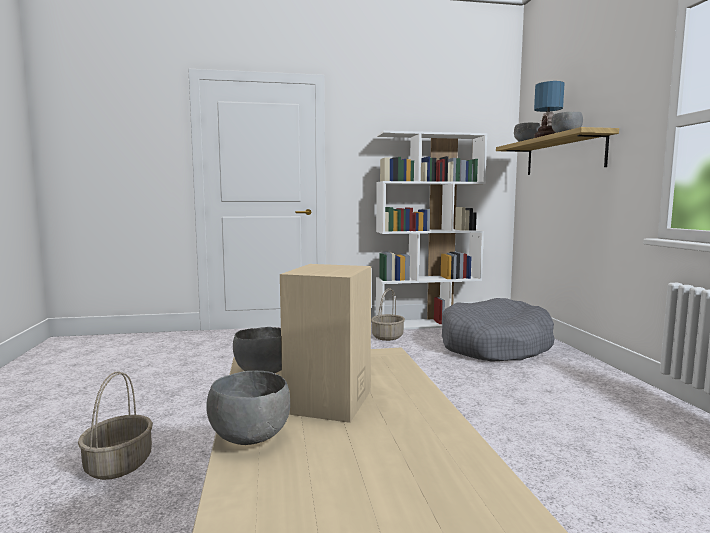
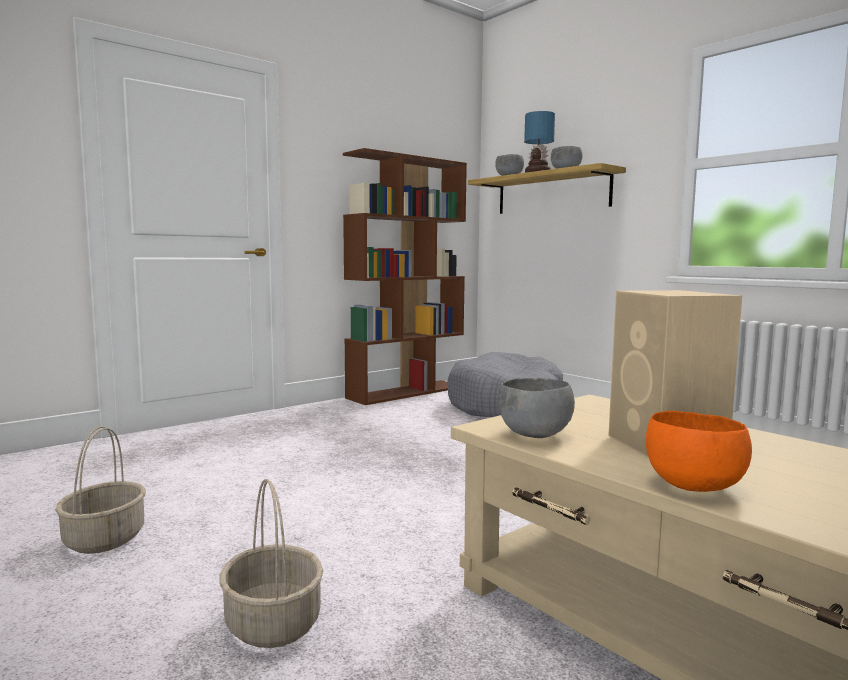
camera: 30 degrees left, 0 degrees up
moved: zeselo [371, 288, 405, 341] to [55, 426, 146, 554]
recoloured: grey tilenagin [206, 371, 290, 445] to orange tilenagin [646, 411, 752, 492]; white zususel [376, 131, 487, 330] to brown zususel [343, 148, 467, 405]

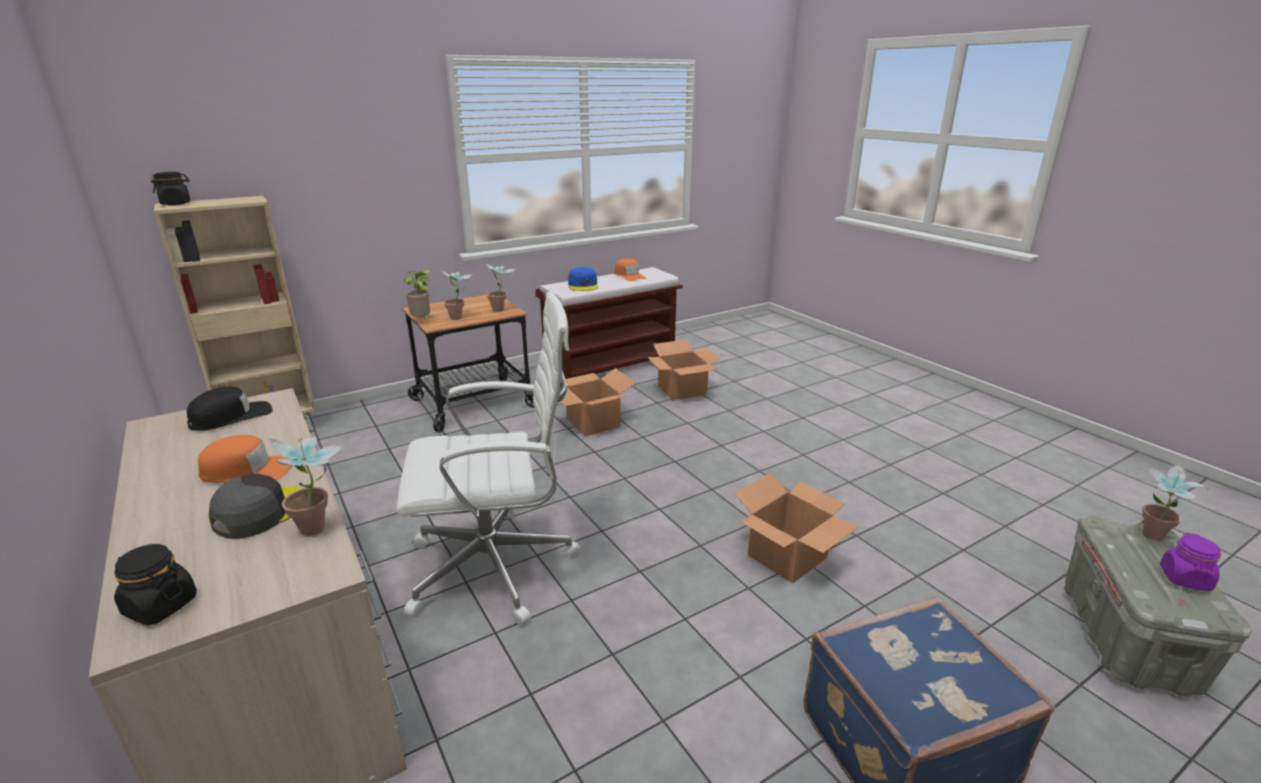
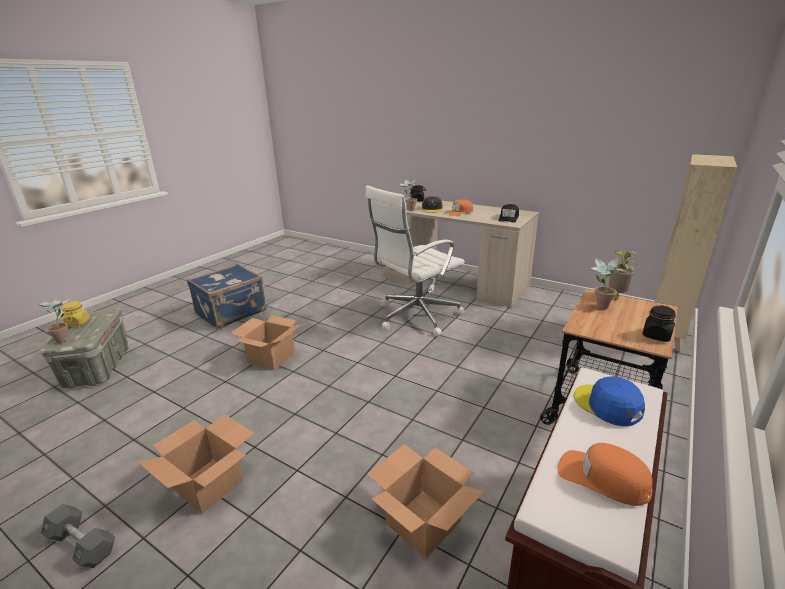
camera: 155 degrees right, 0 degrees up
removed: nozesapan [485, 263, 516, 312]
added: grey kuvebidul [41, 504, 115, 568]
moved: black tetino [150, 172, 190, 205] to [642, 305, 676, 342]; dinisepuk [560, 368, 636, 436] to [138, 414, 254, 514]
recoloured: purple tetino [1160, 533, 1221, 591] to yellow tetino [62, 301, 90, 326]

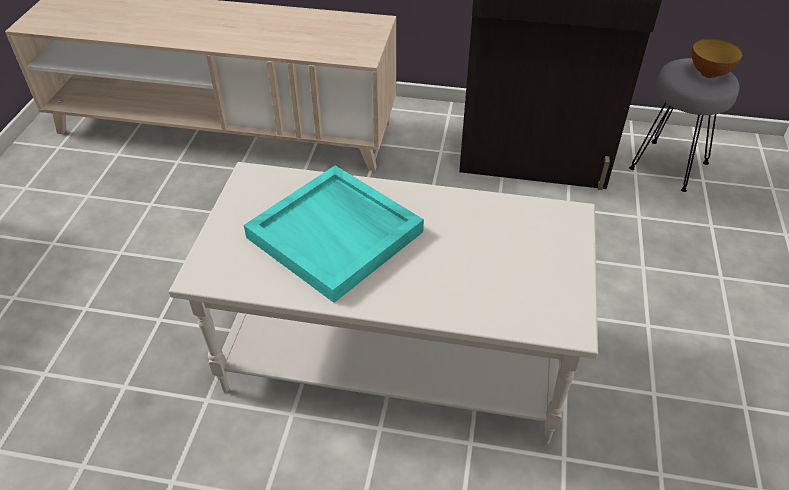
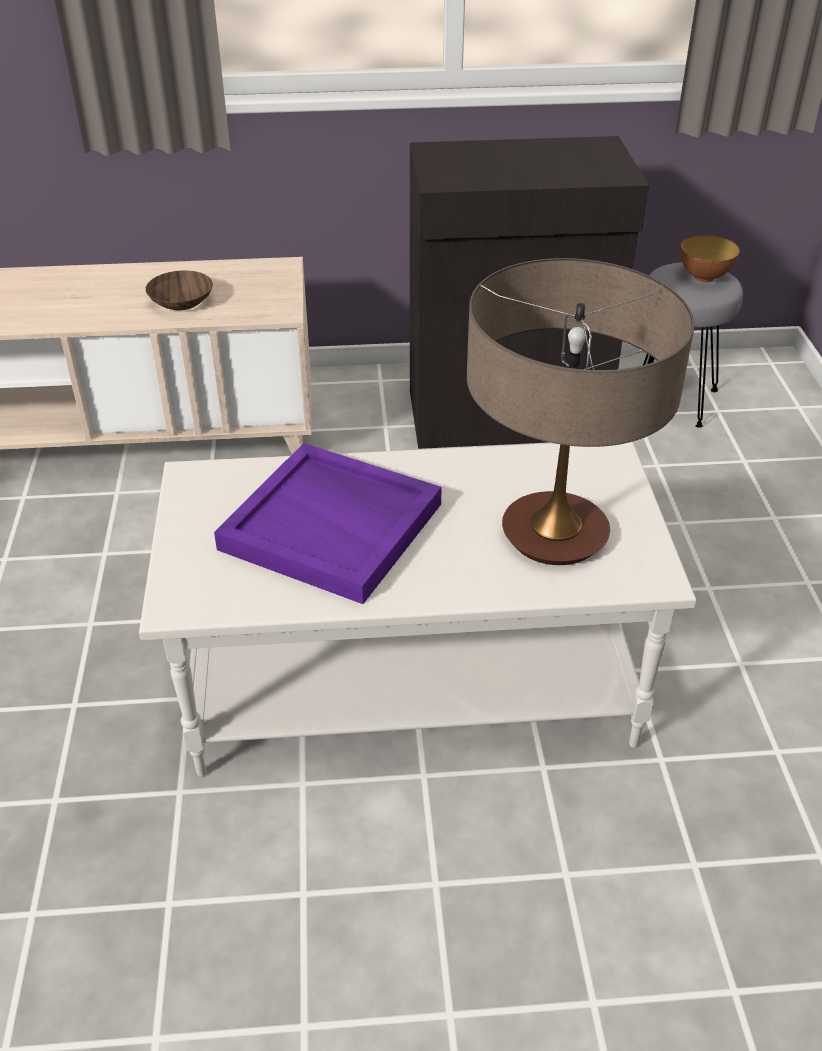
camera: 15 degrees left, 5 degrees down
added: brown tilenagin [146, 271, 213, 310]; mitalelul [467, 258, 694, 565]
recoloured: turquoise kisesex [244, 165, 424, 303] to purple kisesex [214, 443, 442, 604]

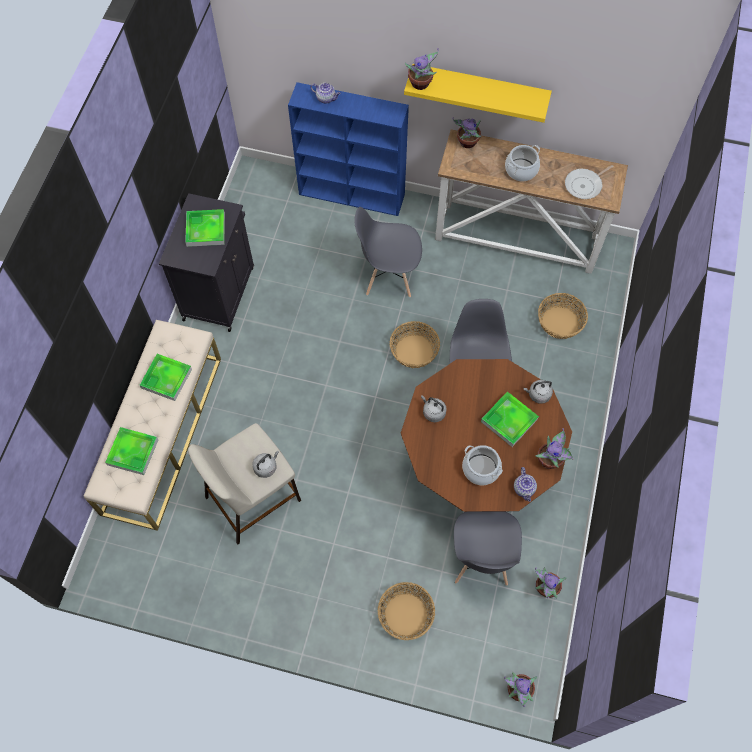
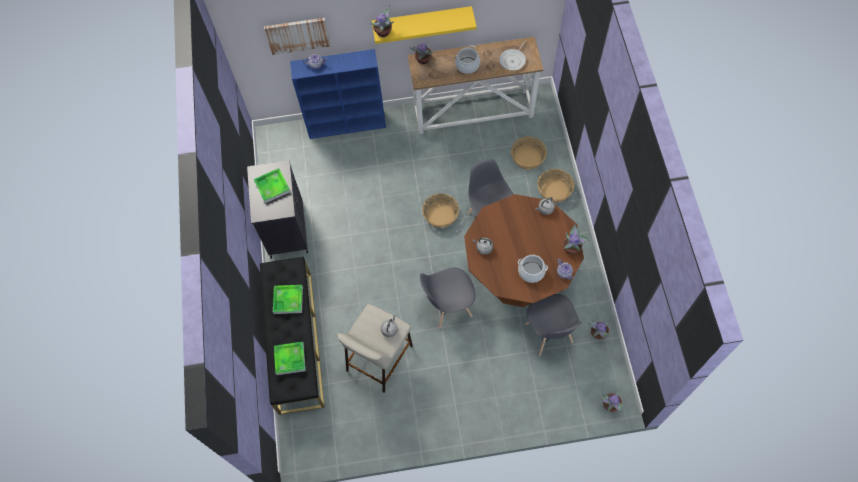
camera: 20 degrees left, 0 degrees up
removed: kisesex [481, 392, 539, 447]
added: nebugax [264, 18, 331, 55]
moved: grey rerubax [354, 207, 422, 297] to [420, 268, 476, 329]; zeselo [378, 582, 435, 640] to [538, 169, 574, 203]
recoloured: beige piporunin [84, 320, 221, 531] to black piporunin [260, 257, 325, 415]

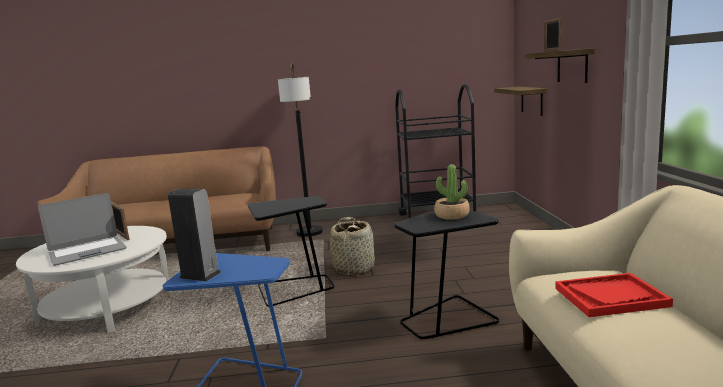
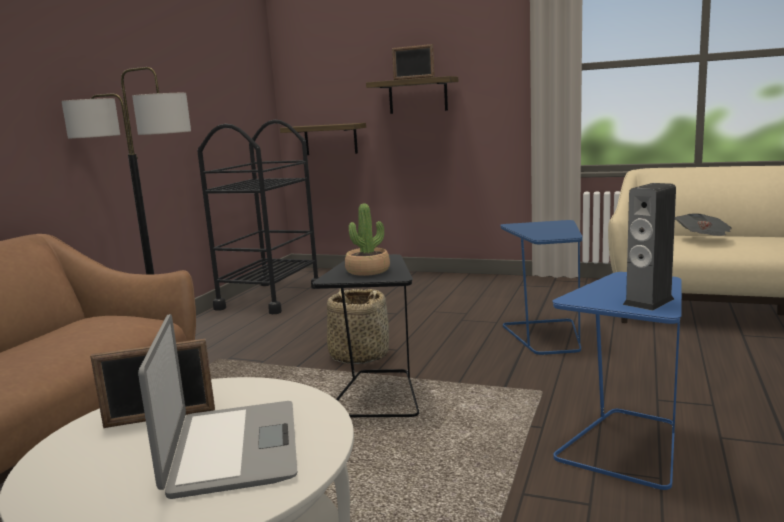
camera: 65 degrees left, 0 degrees up
moved: nozesapan [434, 164, 470, 220] to [345, 203, 390, 276]
replaced: red kisesex [555, 273, 673, 317] to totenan [675, 214, 732, 236]
recoloured: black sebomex [394, 210, 499, 339] to blue sebomex [500, 220, 583, 355]

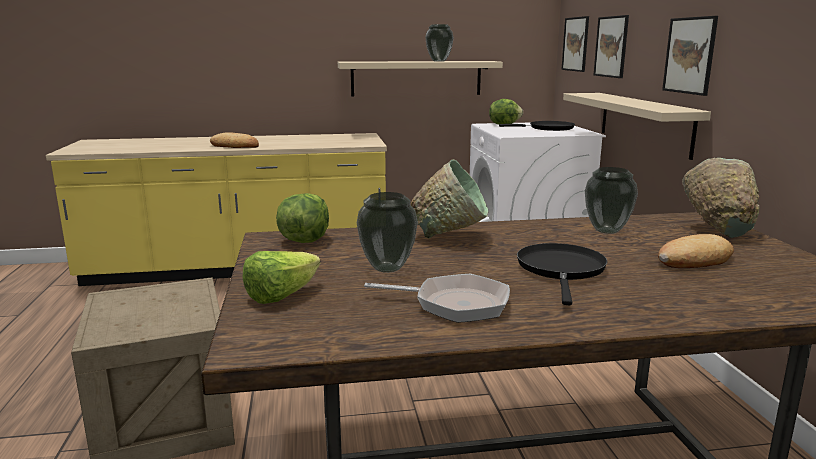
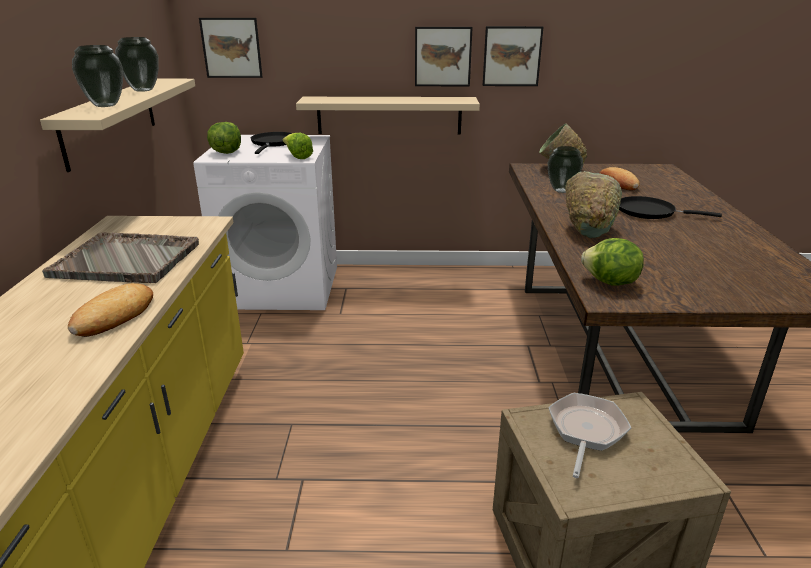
camera: 80 degrees left, 10 degrees up
added: grey kisesex [42, 232, 199, 283]
moved: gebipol [243, 251, 321, 304] to [283, 133, 313, 159]; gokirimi [357, 192, 418, 273] to [72, 45, 123, 107]; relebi [364, 274, 510, 323] to [548, 393, 631, 478]; nebugax [594, 15, 629, 78] to [483, 26, 544, 86]

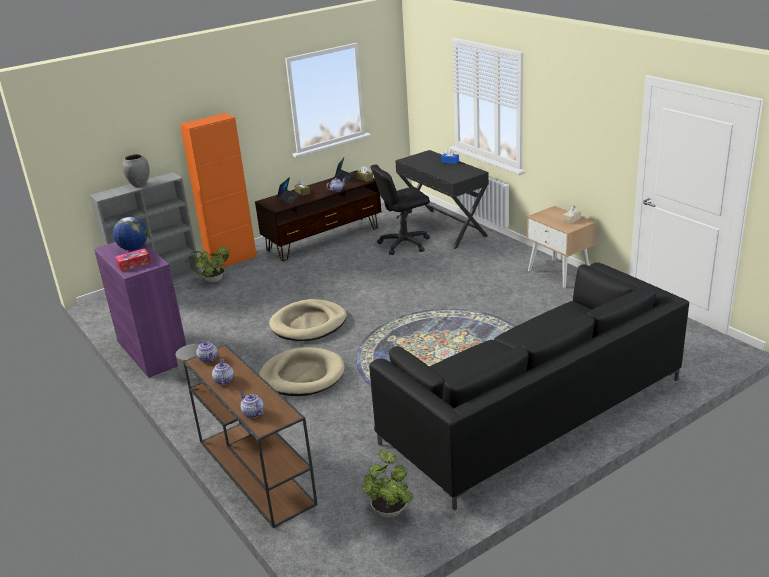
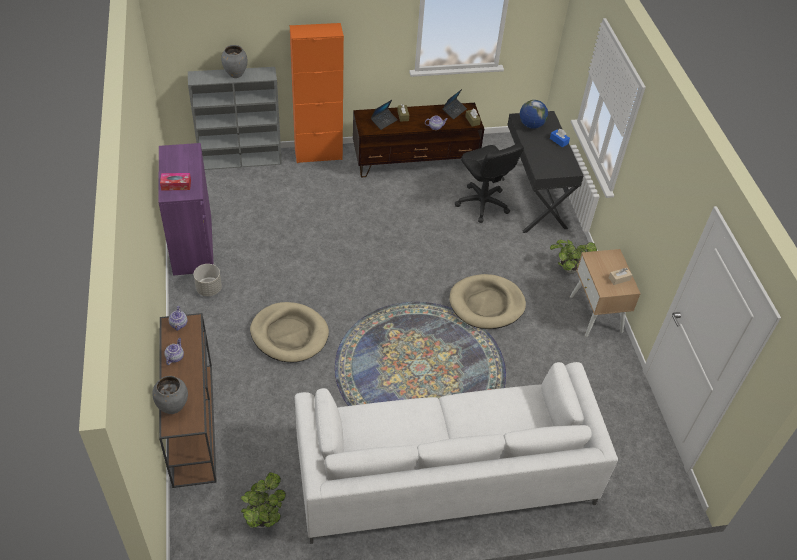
camera: 20 degrees right, 20 degrees up
moved: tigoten [113, 217, 148, 250] to [520, 100, 548, 129]; nozesapan [186, 247, 230, 283] to [550, 240, 597, 273]; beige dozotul [269, 299, 347, 341] to [449, 274, 526, 329]
replaced: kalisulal [240, 392, 264, 418] to grey gokirimi [153, 376, 188, 414]
recoloured: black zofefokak [369, 262, 689, 510] to white zofefokak [295, 362, 618, 544]
turned: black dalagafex [370, 164, 430, 255] = [455, 143, 524, 223] 120 degrees counterclockwise

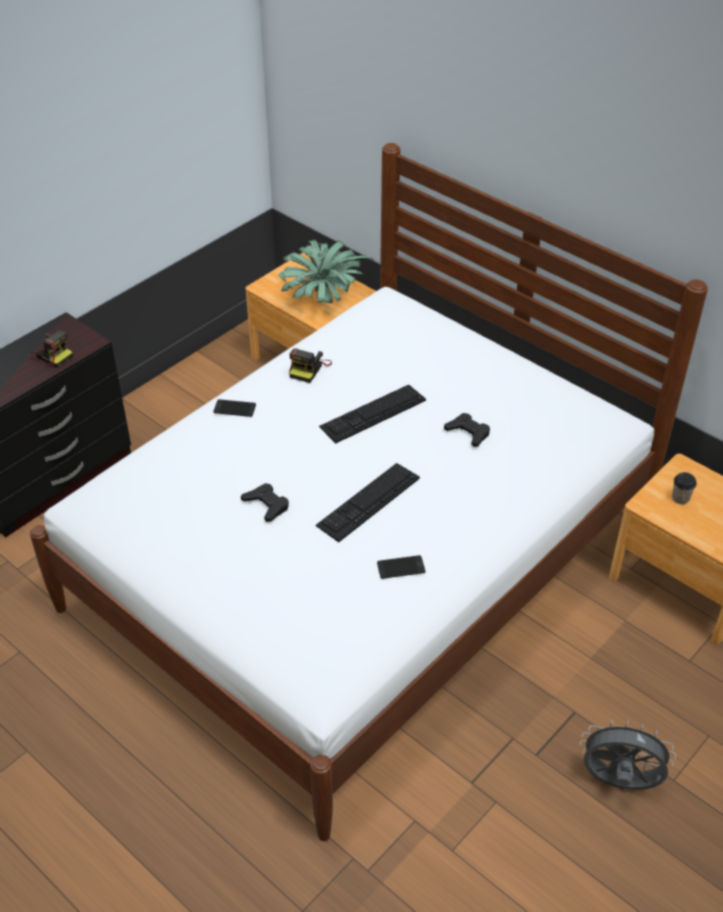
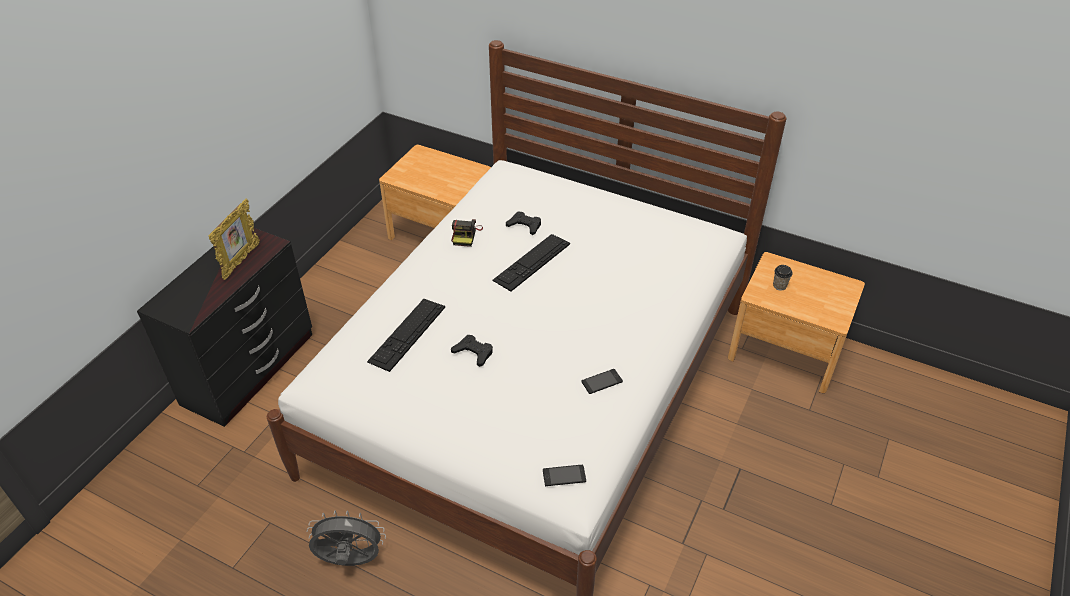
camera: 15 degrees left, 0 degrees up
removed: nozesapan [279, 240, 374, 303]
moved: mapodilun [213, 399, 256, 417] to [543, 465, 586, 486]; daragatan [315, 463, 420, 542] to [367, 299, 445, 372]; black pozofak [444, 413, 490, 447] to [506, 212, 541, 235]; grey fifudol [580, 720, 676, 790] to [306, 510, 386, 566]
replaced: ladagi [29, 330, 73, 368] to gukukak [209, 199, 260, 280]

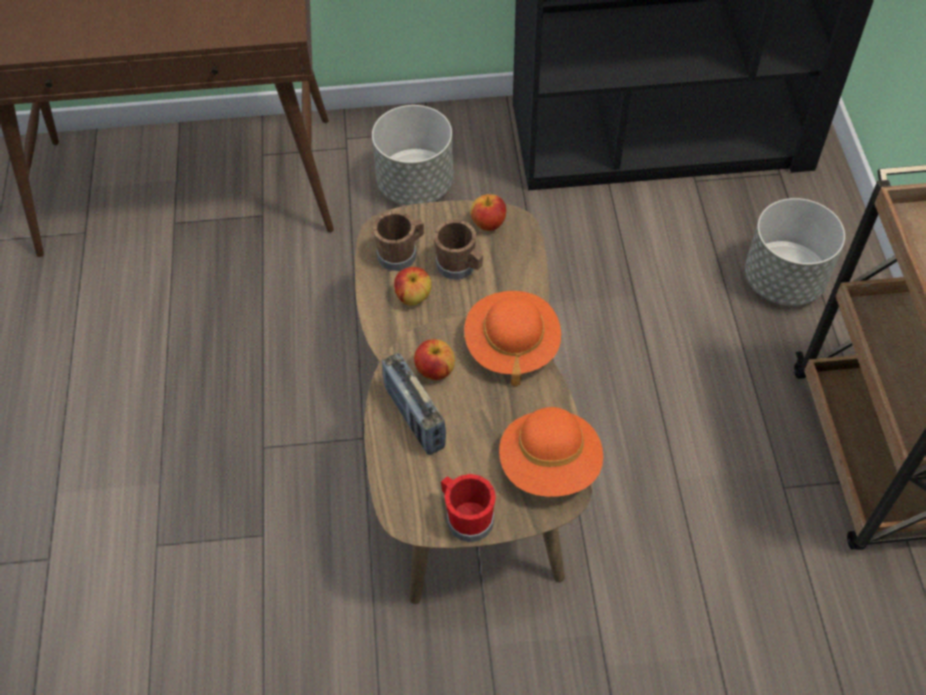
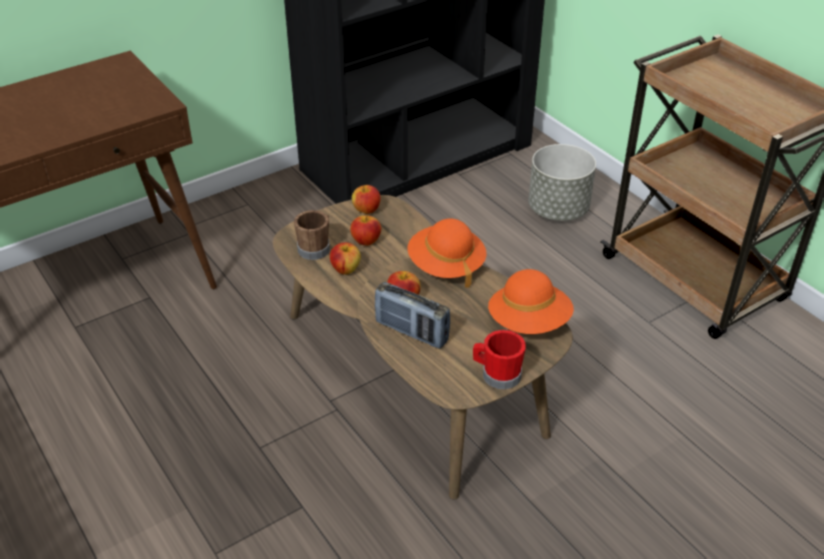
camera: 30 degrees left, 15 degrees down
removed: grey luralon [372, 105, 454, 205]
replaced: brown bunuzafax [434, 220, 483, 280] to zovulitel [350, 215, 381, 246]

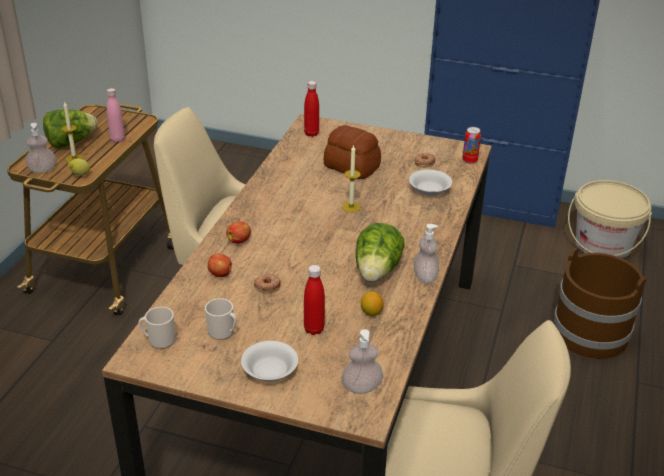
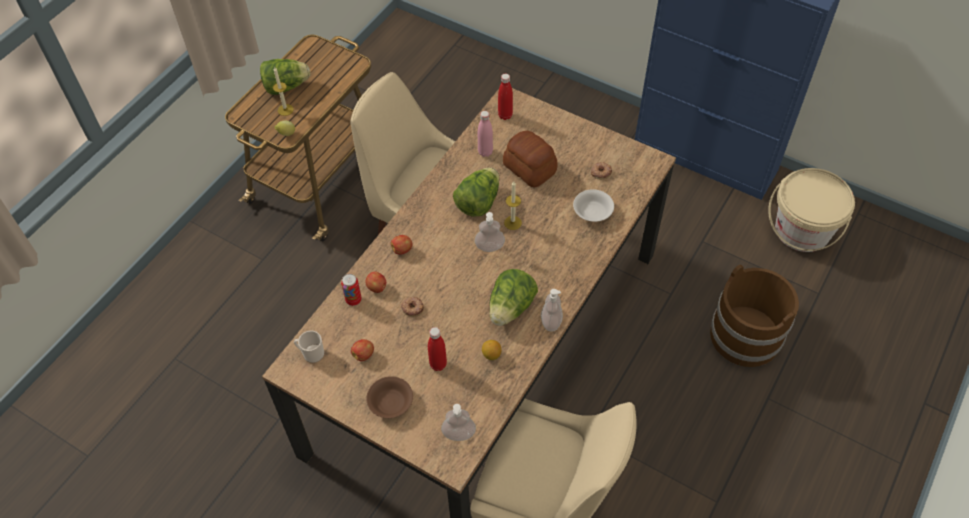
camera: 15 degrees right, 20 degrees up
added: gebipol [453, 167, 500, 217]
moved: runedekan [25, 123, 56, 173] to [475, 212, 505, 252]; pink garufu [106, 88, 125, 143] to [478, 111, 493, 157]; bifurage [463, 127, 481, 164] to [341, 274, 362, 306]
replaced: bunuzafax [205, 298, 237, 340] to zovulitel [351, 339, 374, 361]
recoloured: white tilenagin [241, 341, 298, 382] to brown tilenagin [366, 376, 413, 418]

